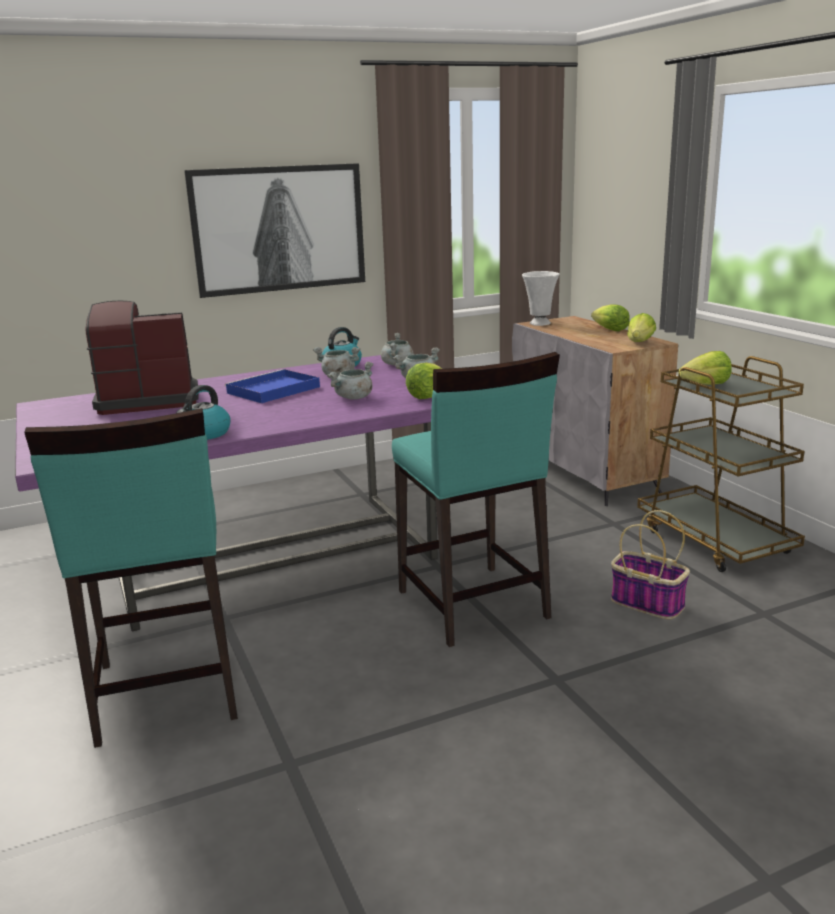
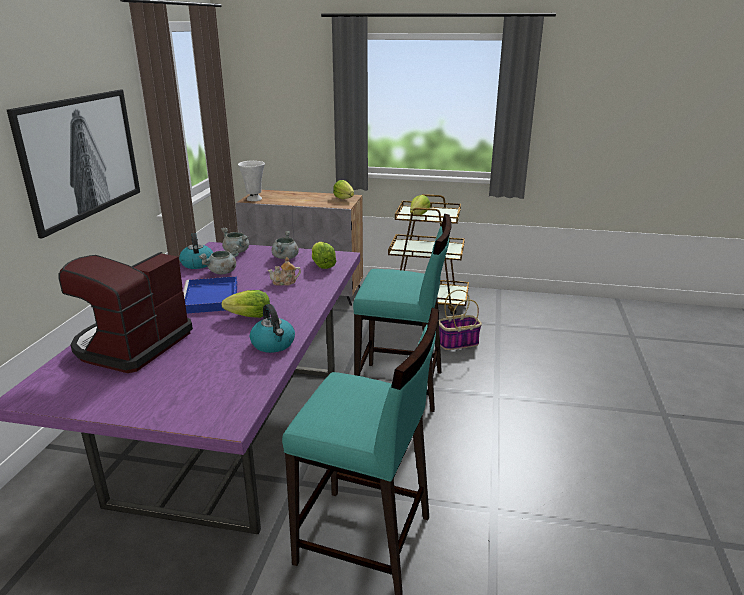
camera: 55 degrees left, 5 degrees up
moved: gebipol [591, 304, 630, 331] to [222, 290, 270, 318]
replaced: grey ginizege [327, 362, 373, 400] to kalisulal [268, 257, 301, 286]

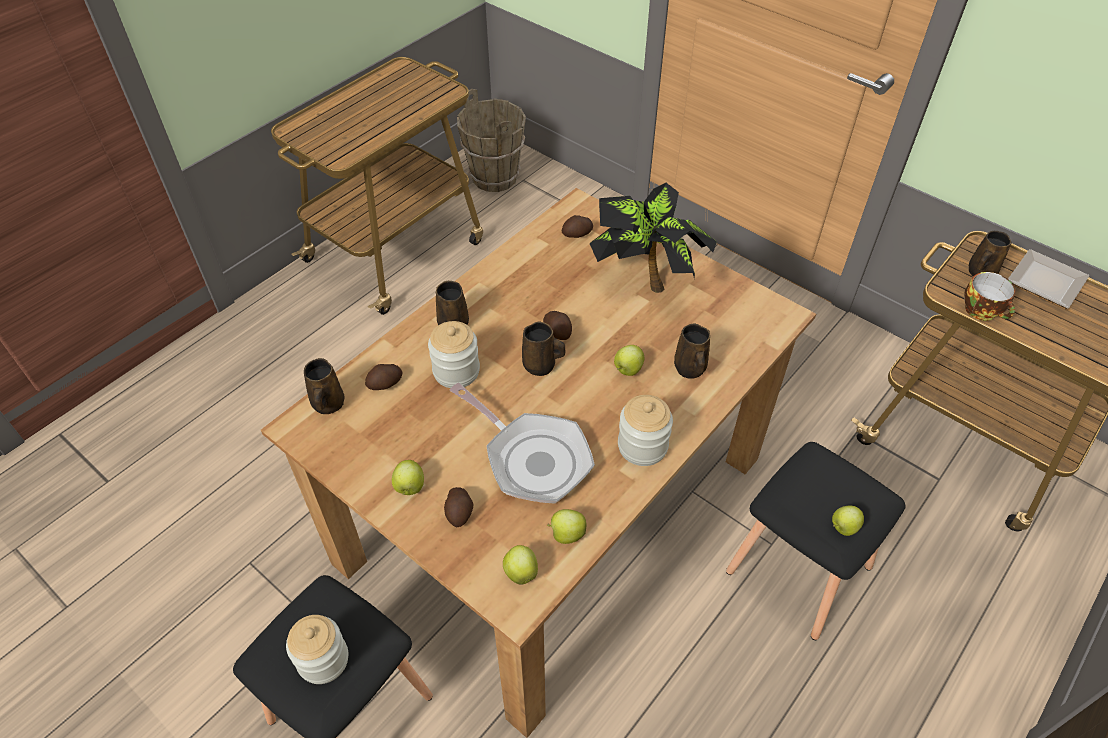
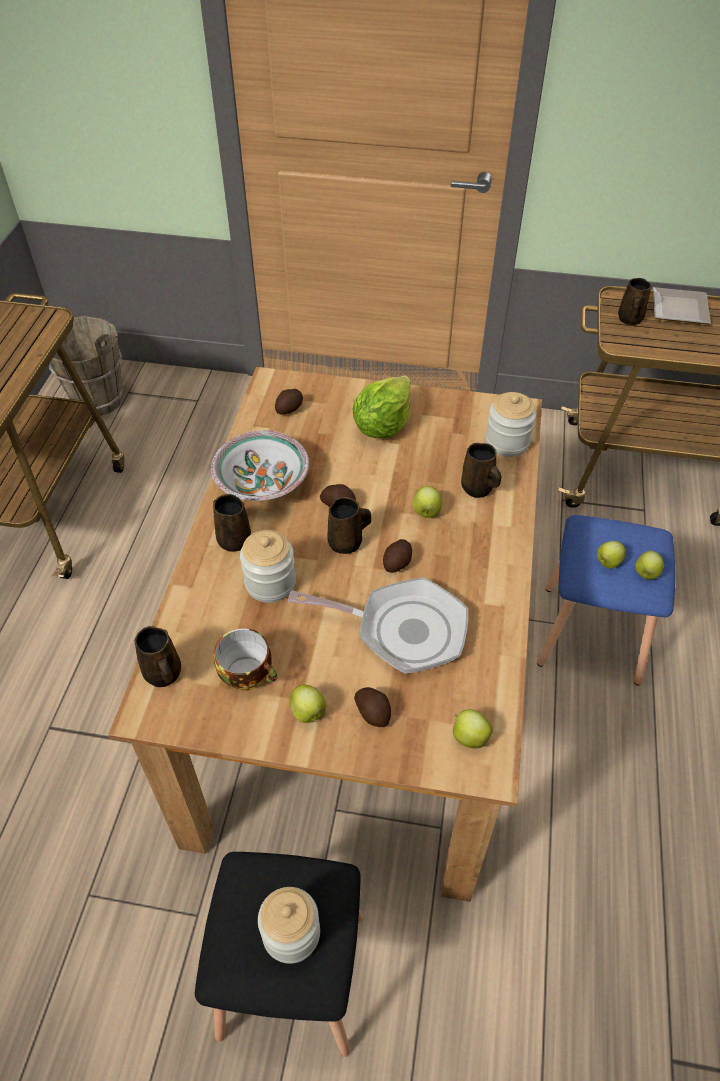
camera: 30 degrees left, 0 degrees up
added: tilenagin [211, 430, 309, 501]
moved: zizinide [365, 364, 402, 390] to [383, 539, 412, 573]; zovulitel [547, 509, 587, 544] to [597, 541, 626, 568]; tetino [618, 395, 673, 466] to [486, 392, 536, 457]; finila [964, 272, 1016, 321] to [214, 628, 277, 691]
replaced: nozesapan [589, 183, 717, 293] to gebipol [352, 376, 411, 438]
recoloured: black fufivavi [726, 442, 906, 640] to blue fufivavi [537, 515, 675, 686]

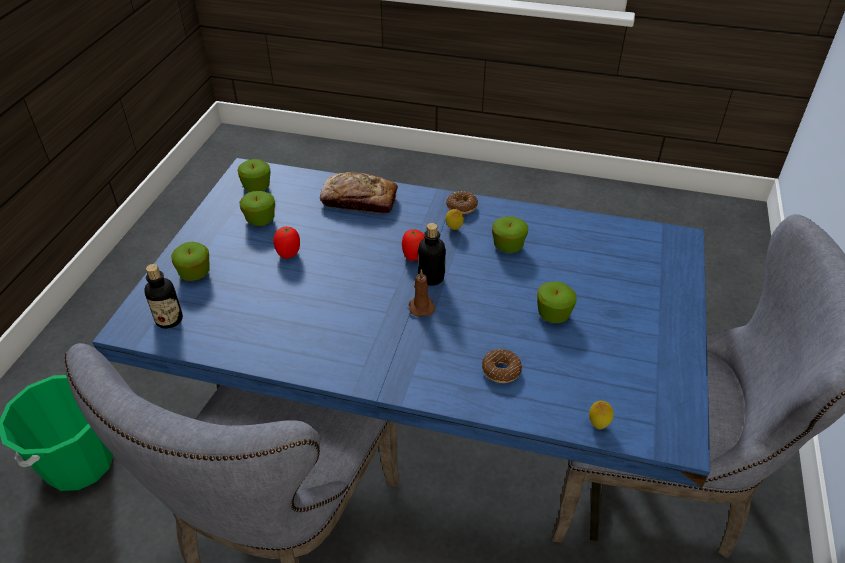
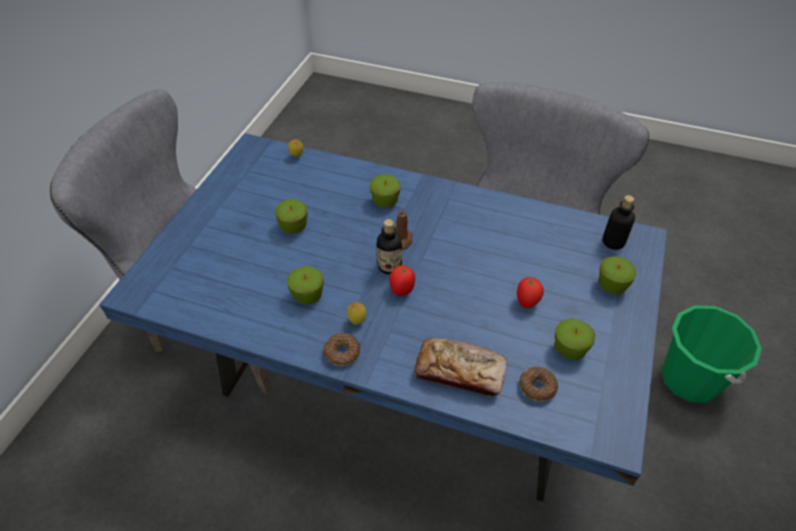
camera: 175 degrees left, 5 degrees up
moved: zovulitel [238, 159, 271, 192] to [370, 175, 401, 208]; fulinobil [482, 349, 522, 383] to [519, 367, 558, 402]

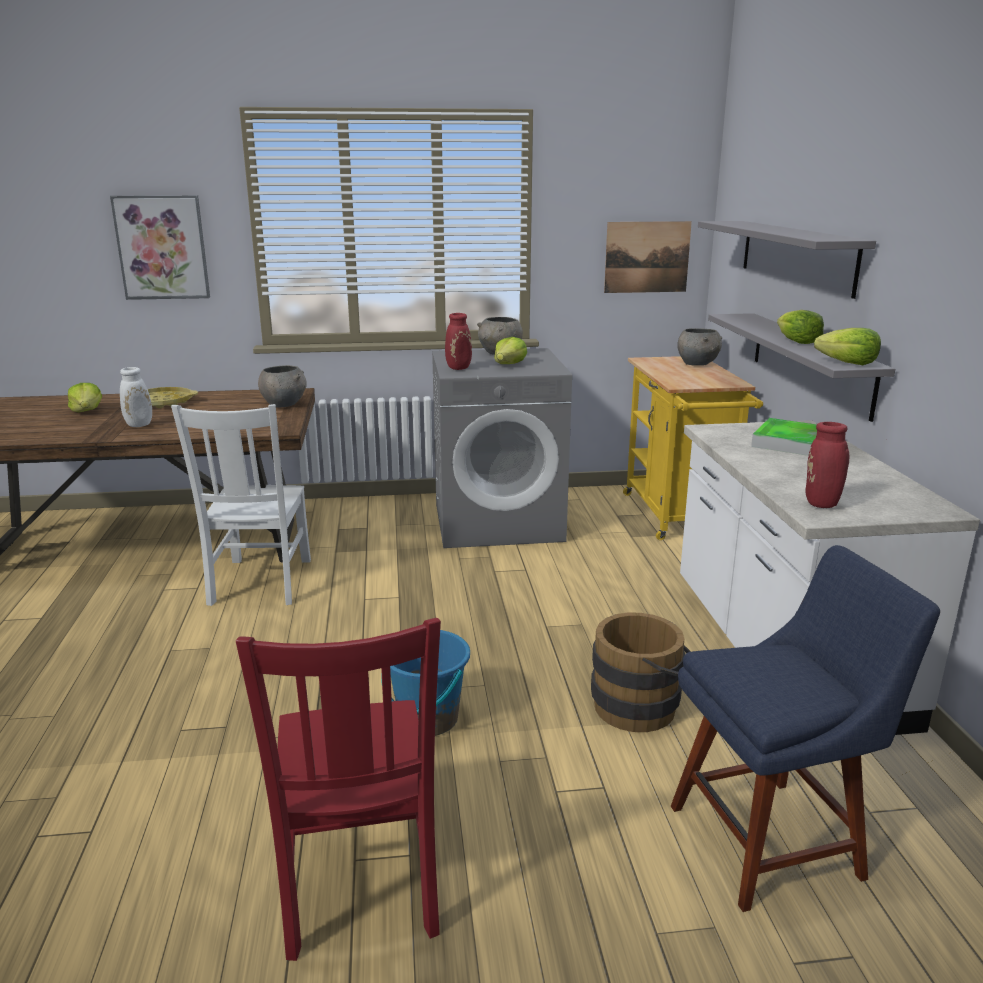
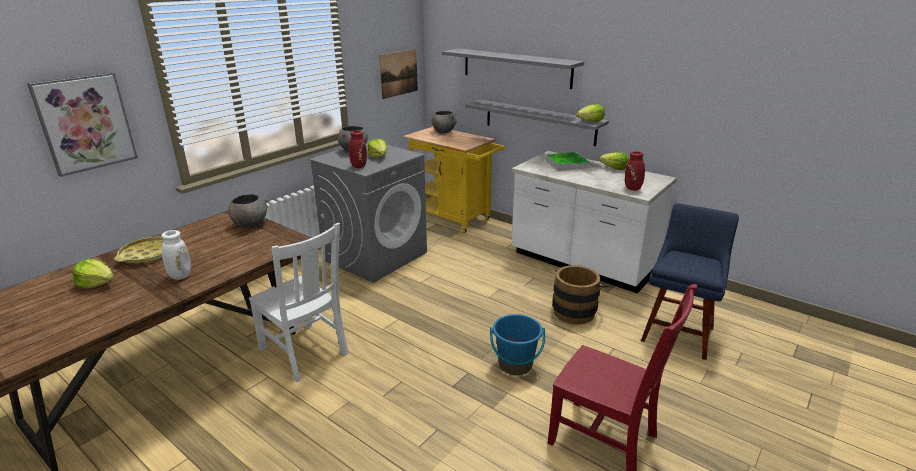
camera: 45 degrees left, 5 degrees up
moved: gebipol [777, 310, 824, 344] to [599, 152, 629, 170]

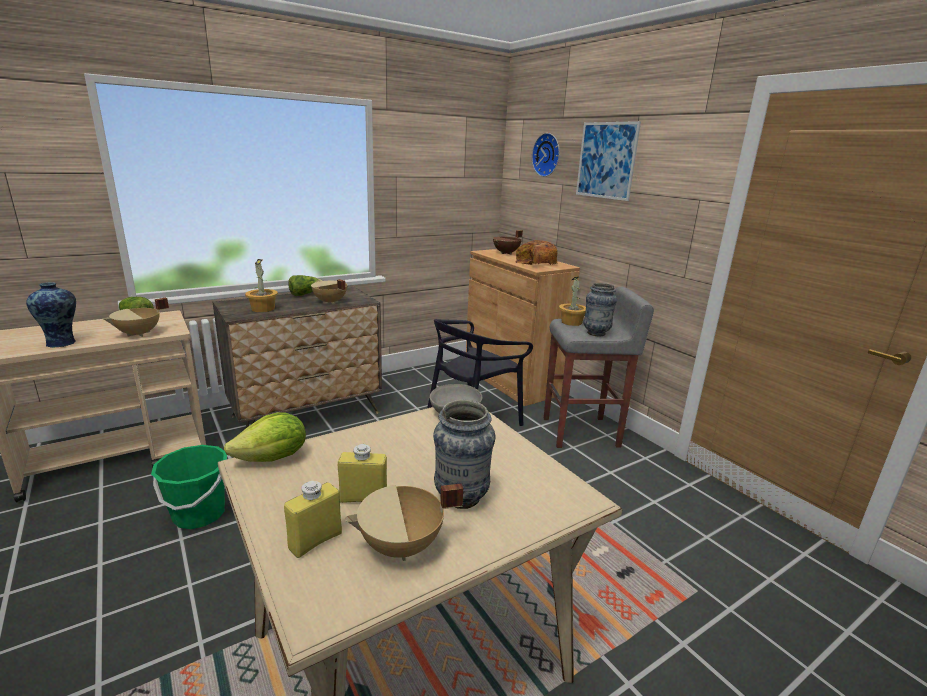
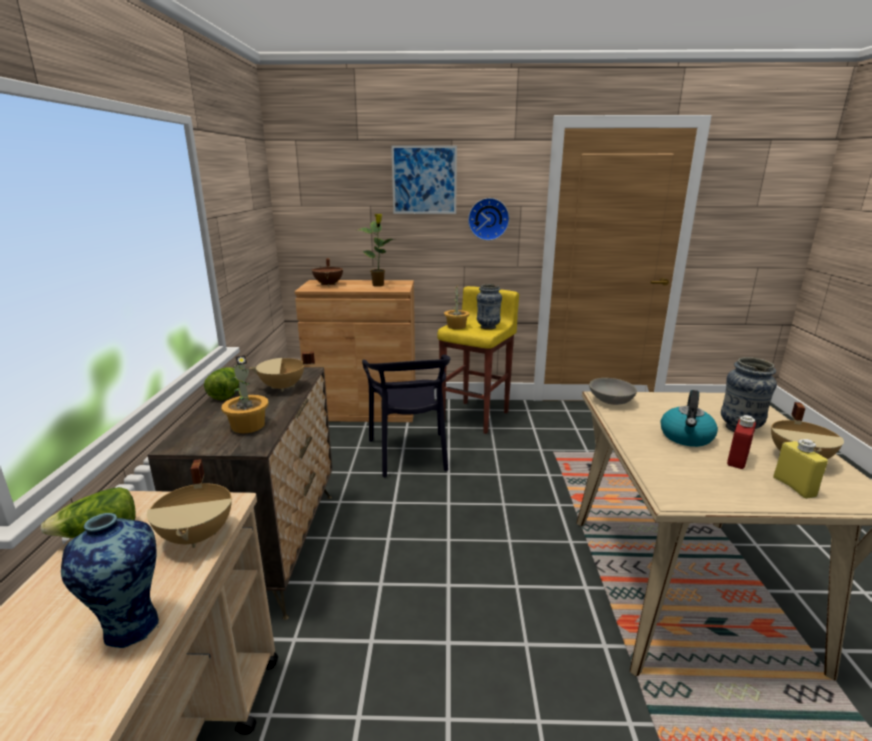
camera: 55 degrees left, 0 degrees up
removed: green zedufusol [151, 445, 227, 529]; gebipol [224, 412, 306, 462]
added: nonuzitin [660, 390, 718, 447]
moved: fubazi [532, 133, 560, 177] to [468, 198, 510, 241]
replaced: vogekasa [516, 240, 558, 265] to nozesapan [358, 213, 395, 287]
recoloured: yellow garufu [338, 444, 387, 503] to red garufu [727, 415, 756, 469]; grey fufivavi [544, 287, 654, 448] to yellow fufivavi [437, 286, 519, 434]

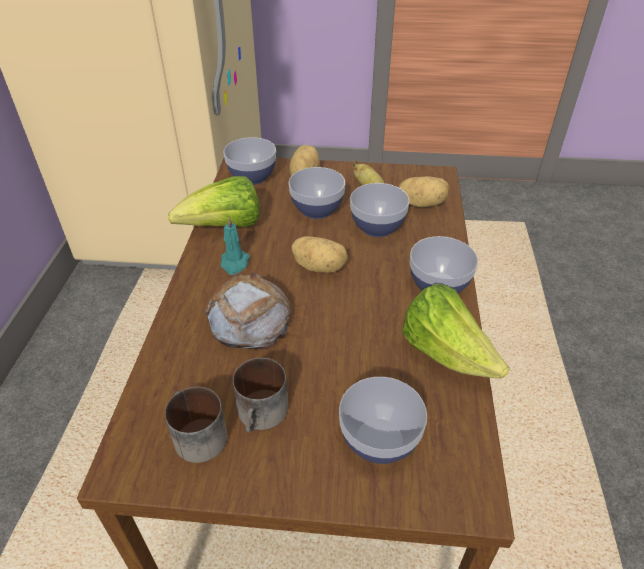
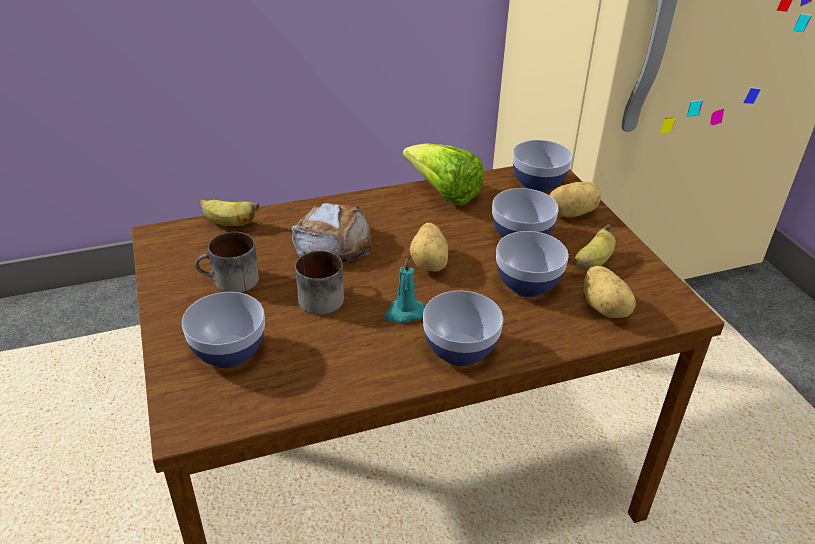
camera: 65 degrees right, 5 degrees down
removed: gebipol [402, 284, 510, 378]
added: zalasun [200, 199, 259, 226]
moved: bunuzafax [165, 387, 227, 463] to [295, 251, 344, 315]; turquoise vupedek [221, 216, 250, 275] to [384, 258, 425, 323]

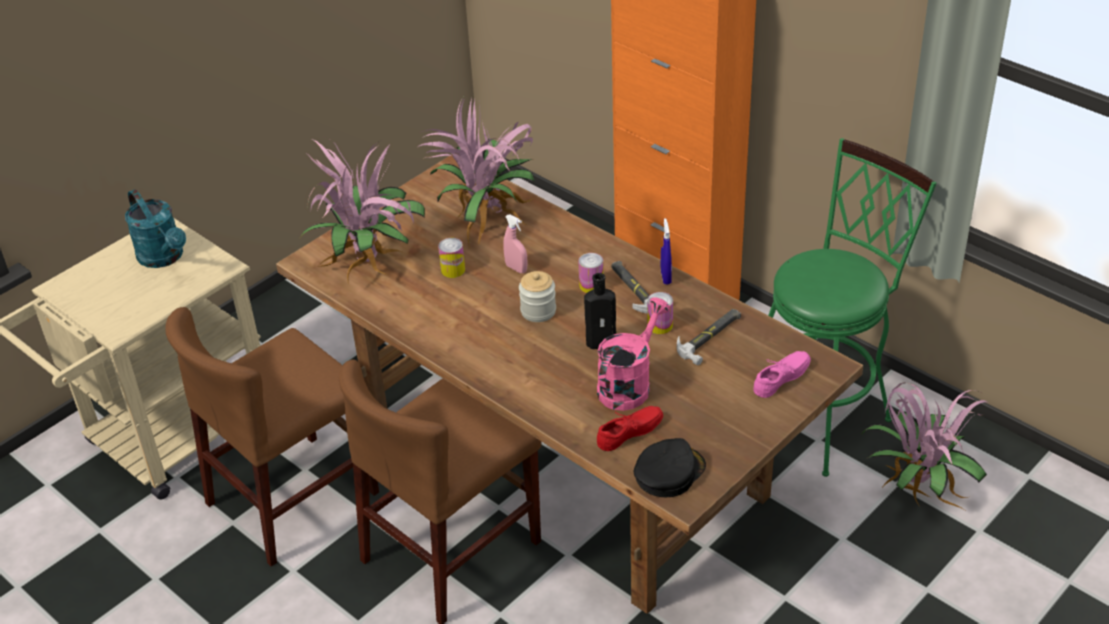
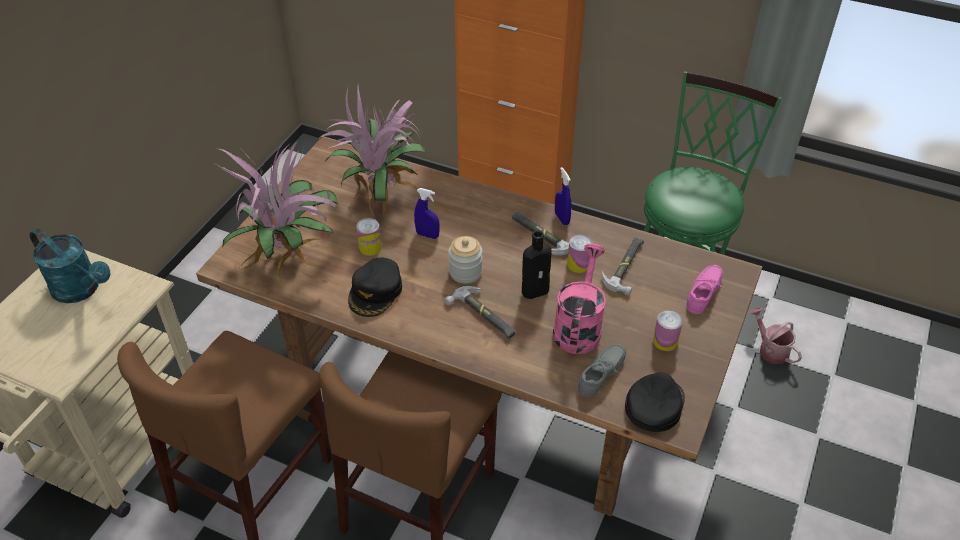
camera: 20 degrees left, 5 degrees up
added: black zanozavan [348, 258, 402, 317]; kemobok [445, 286, 516, 339]
moved: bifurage [578, 253, 604, 293] to [653, 310, 683, 351]
replaced: nozesapan [862, 382, 990, 509] to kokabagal [750, 307, 802, 364]
recoloured: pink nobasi [503, 214, 527, 273] to blue nobasi [414, 188, 439, 239]; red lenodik [597, 406, 663, 451] to grey lenodik [578, 344, 626, 397]

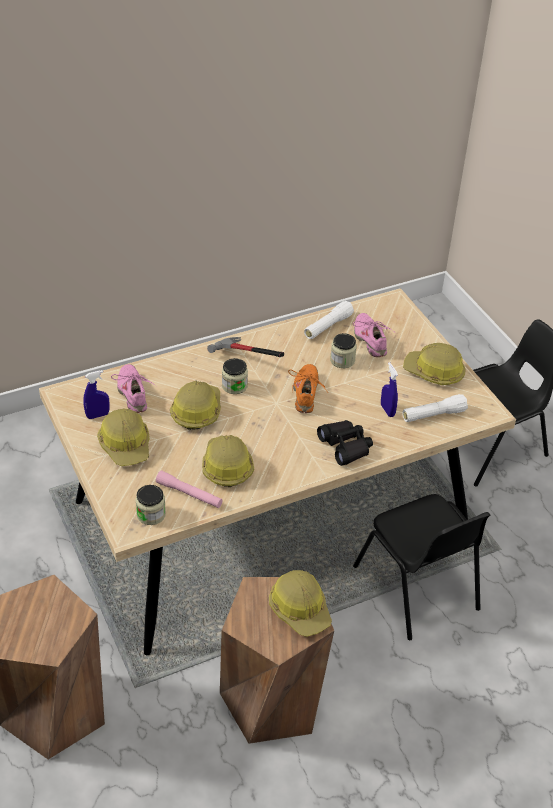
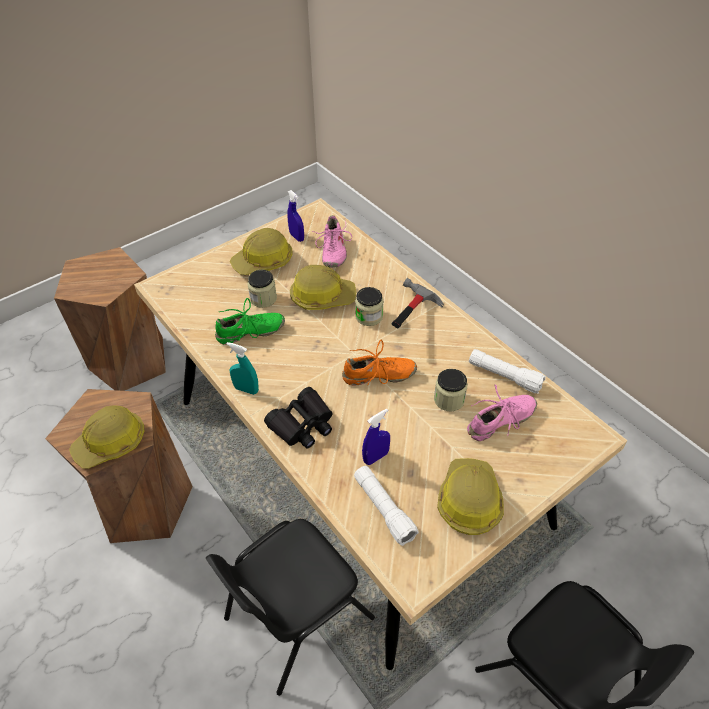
camera: 80 degrees right, 5 degrees up
removed: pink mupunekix [156, 471, 223, 508]
added: turquoise nobasi [226, 342, 259, 395]
moved: tetino [135, 485, 166, 525] to [247, 270, 277, 308]
replaced: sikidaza [202, 435, 254, 487] to green lenodik [215, 298, 285, 344]
turned: pink lenodik [111, 364, 157, 413] = [312, 215, 352, 268] 120 degrees clockwise

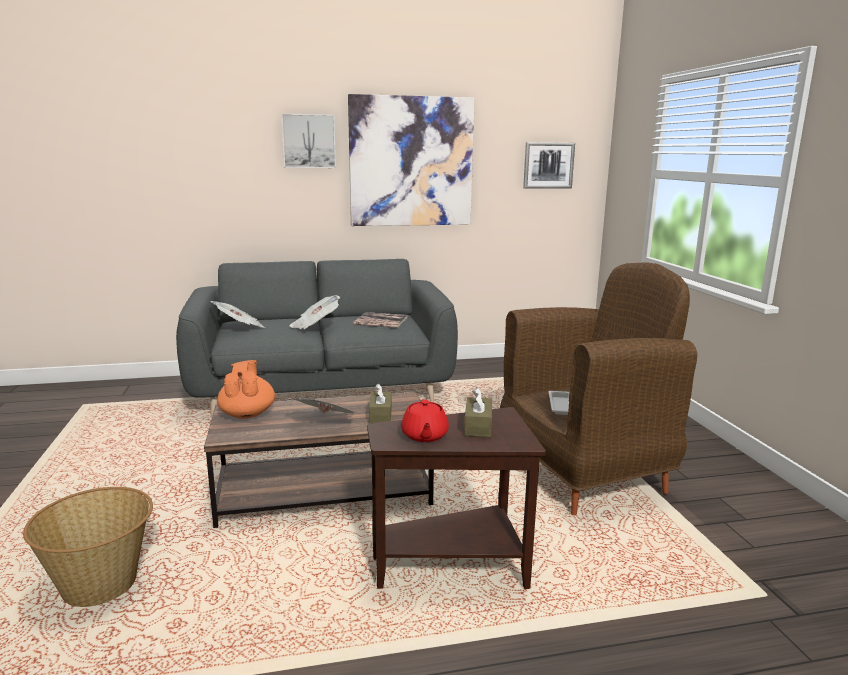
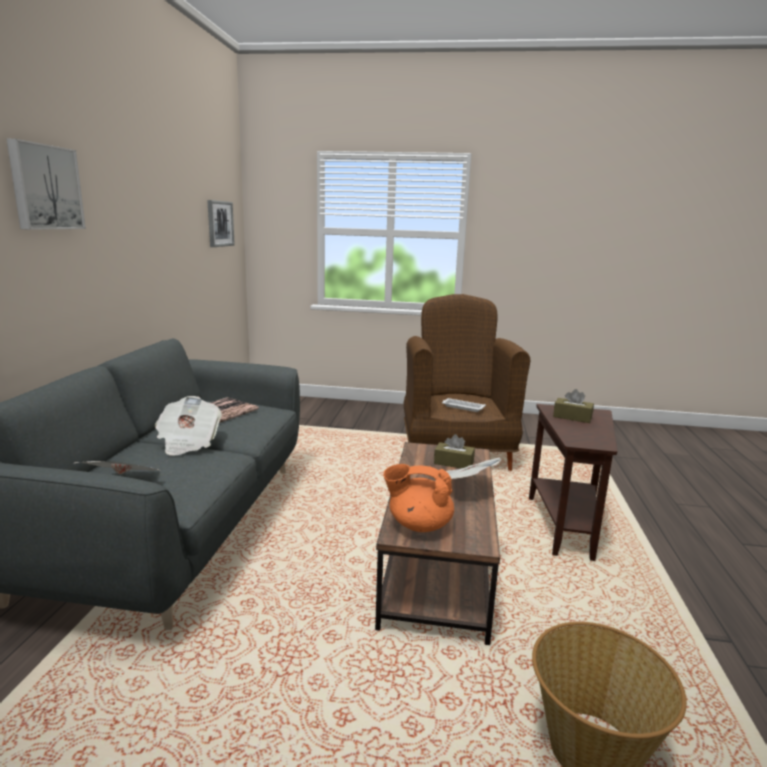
camera: 70 degrees left, 0 degrees up
removed: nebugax [348, 94, 475, 226]; red kalisulal [401, 399, 449, 442]

